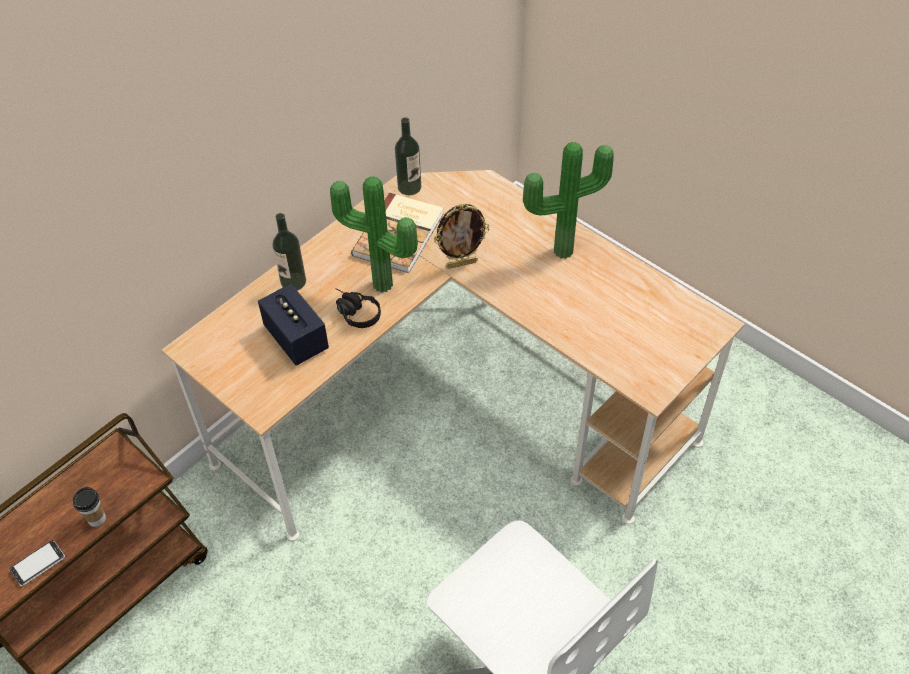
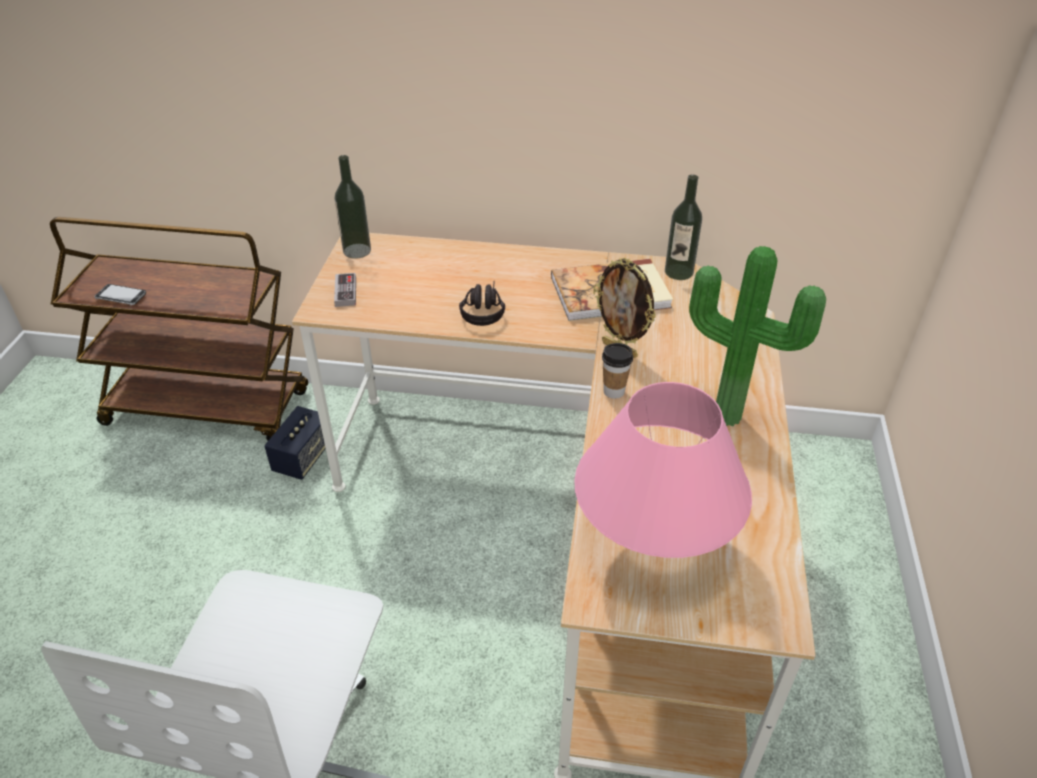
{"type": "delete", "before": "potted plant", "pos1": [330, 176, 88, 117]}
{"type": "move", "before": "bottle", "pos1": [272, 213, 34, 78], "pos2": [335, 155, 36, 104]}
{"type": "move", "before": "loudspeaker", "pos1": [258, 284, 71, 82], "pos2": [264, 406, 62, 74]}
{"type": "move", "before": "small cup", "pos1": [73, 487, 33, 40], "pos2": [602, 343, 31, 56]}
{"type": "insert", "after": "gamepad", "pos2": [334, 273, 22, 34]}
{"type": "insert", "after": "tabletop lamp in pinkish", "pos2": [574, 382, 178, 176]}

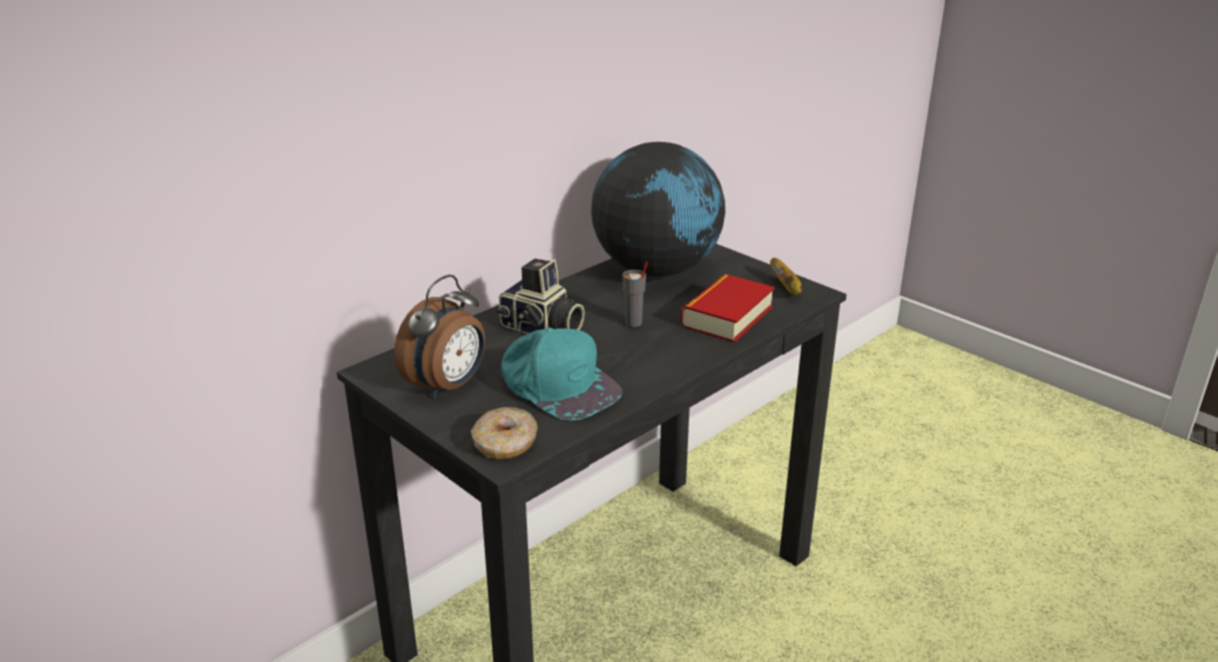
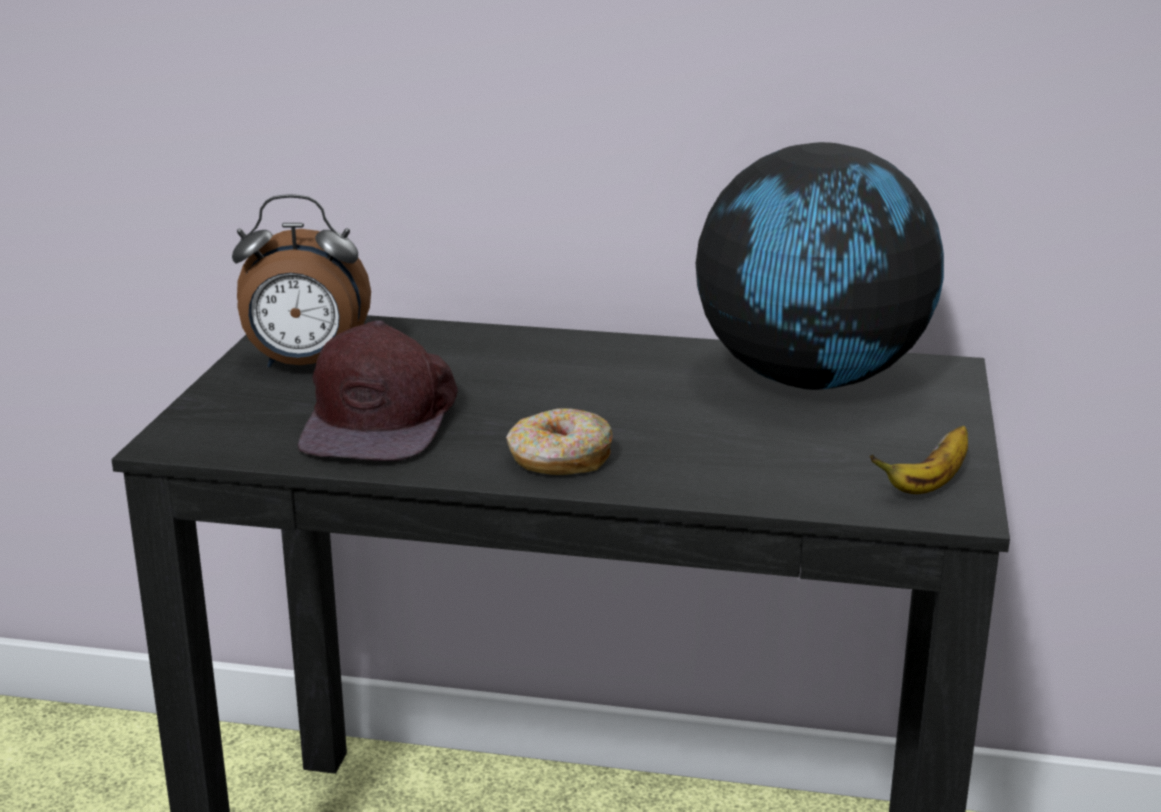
{"type": "delete", "before": "photo camera", "pos1": [496, 259, 89, 75]}
{"type": "delete", "before": "small cup in greyish", "pos1": [622, 262, 26, 65]}
{"type": "delete", "before": "book", "pos1": [681, 274, 94, 69]}
{"type": "recolor", "before": "baseball cap in blue-green", "after": "baseball cap in brownish", "pos1": [501, 328, 122, 93], "pos2": [298, 320, 160, 141]}
{"type": "move", "before": "donut", "pos1": [471, 407, 66, 52], "pos2": [506, 409, 107, 66]}

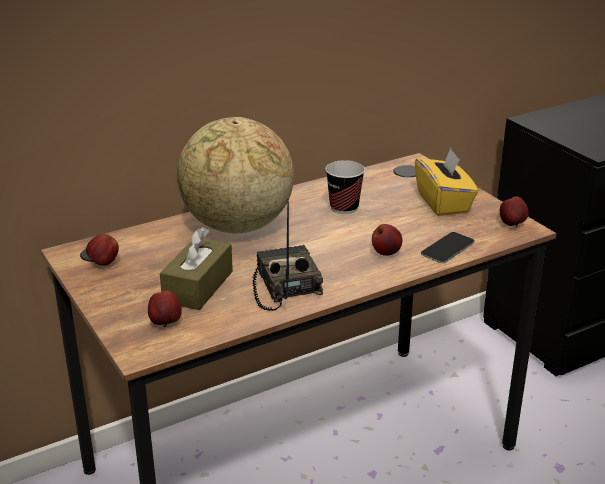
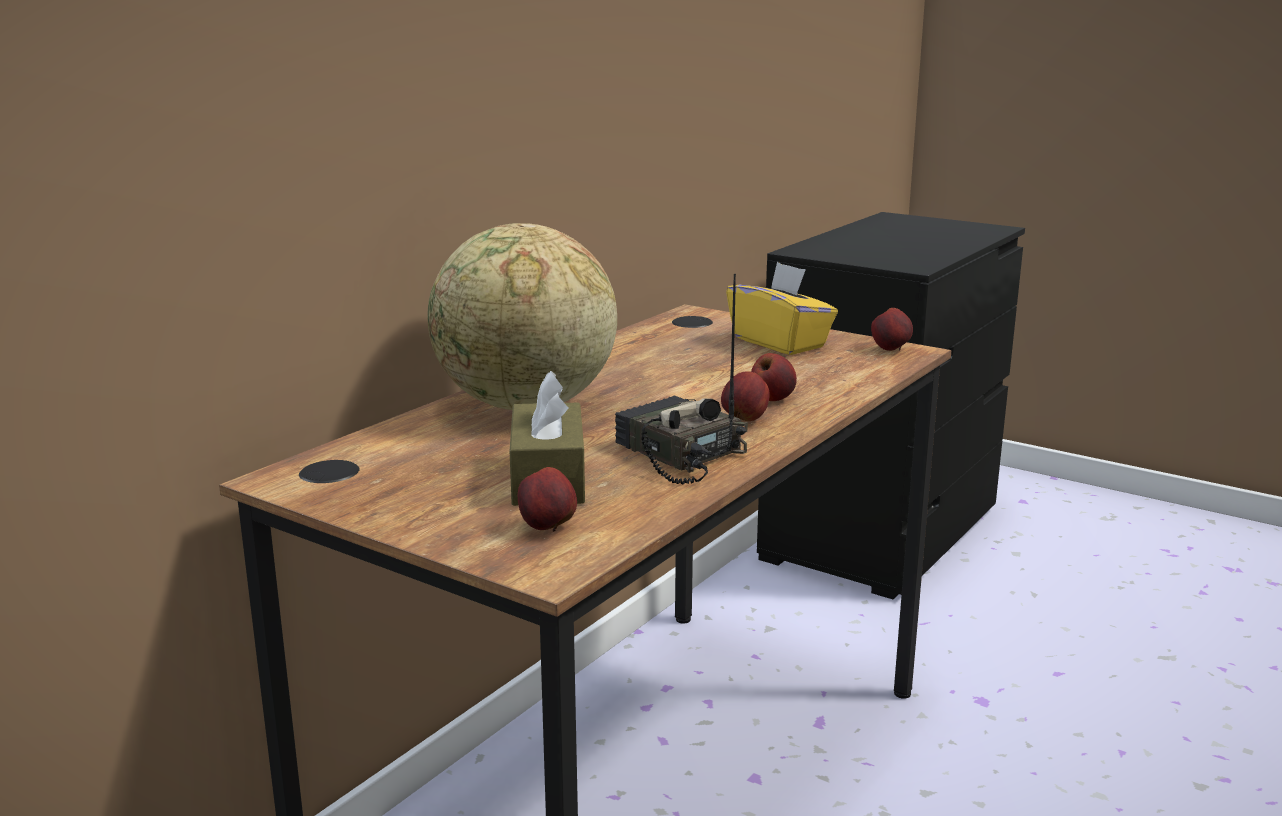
{"type": "delete", "before": "small cup", "pos1": [325, 160, 40, 54]}
{"type": "delete", "before": "handset", "pos1": [421, 232, 53, 31]}
{"type": "move", "before": "apple fruit", "pos1": [86, 234, 33, 32], "pos2": [721, 371, 49, 50]}

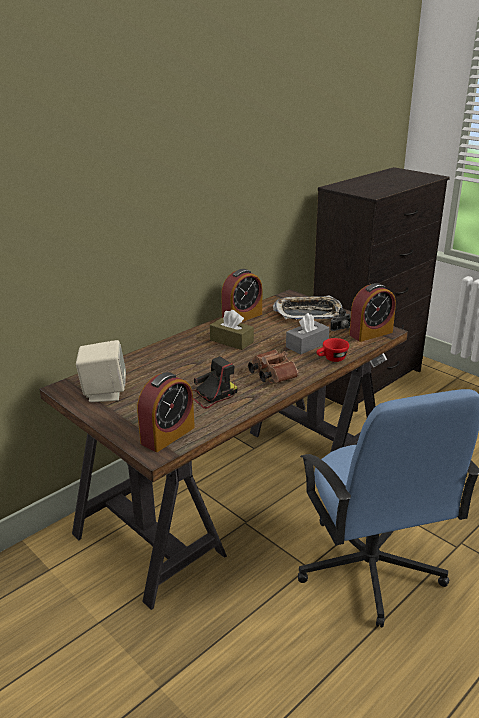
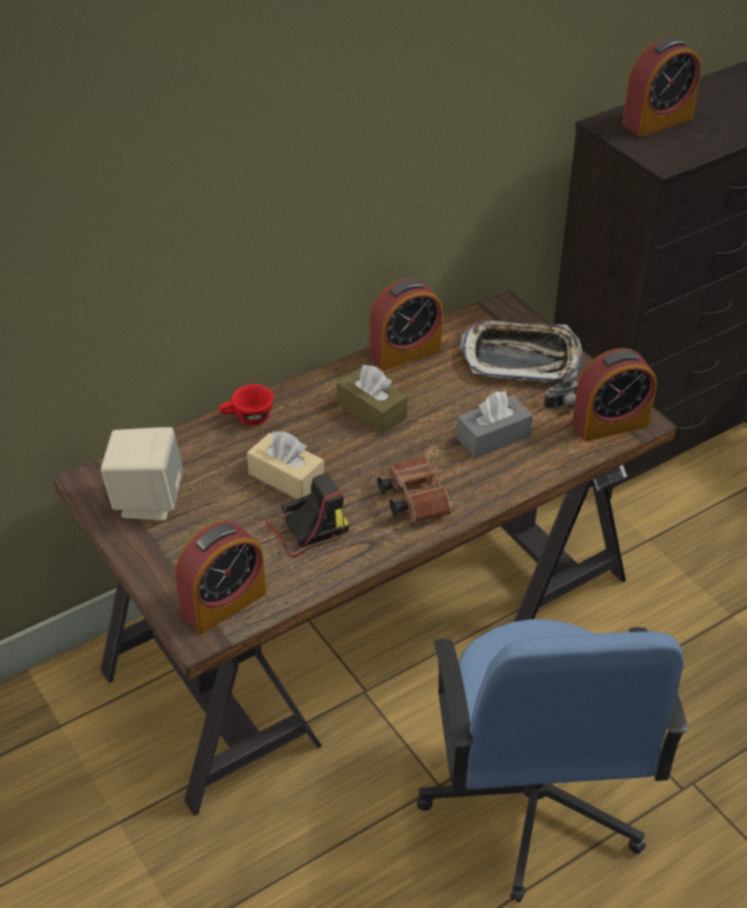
{"type": "move", "before": "small cup in red-coloured", "pos1": [316, 338, 33, 24], "pos2": [220, 384, 54, 41]}
{"type": "insert", "after": "table clock", "pos2": [622, 38, 79, 99]}
{"type": "insert", "after": "box of tissues in beige-coloured", "pos2": [247, 431, 77, 68]}

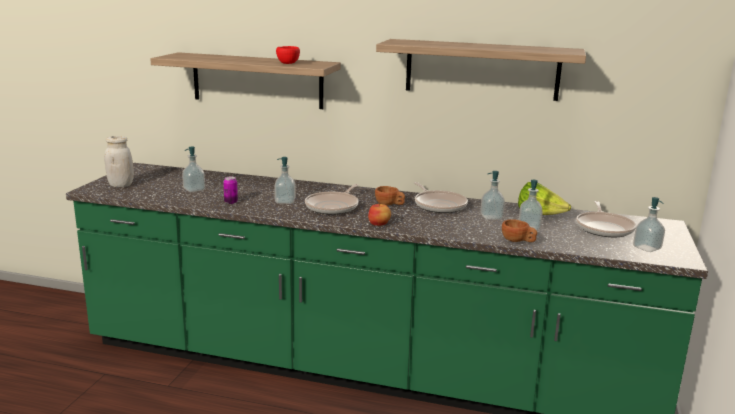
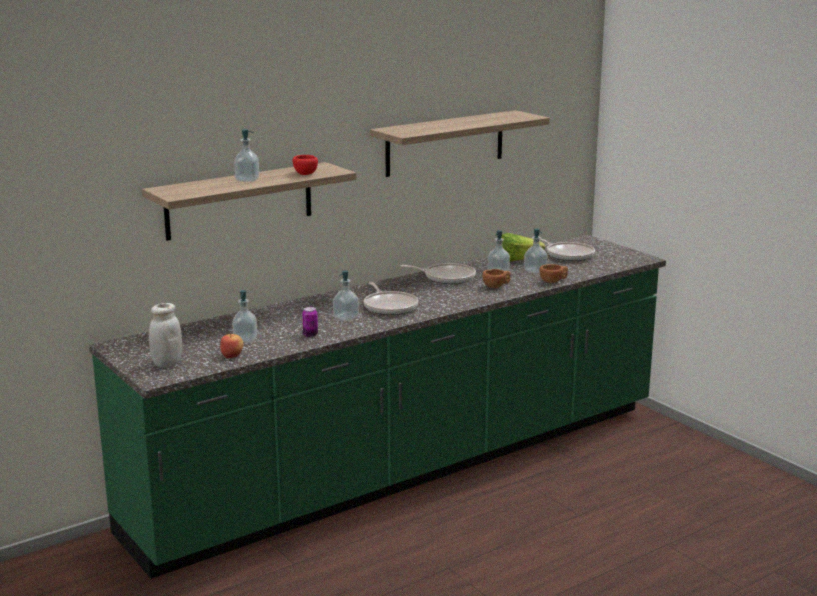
{"type": "move", "before": "small cup in brownish", "pos1": [375, 186, 30, 19], "pos2": [482, 269, 29, 19]}
{"type": "move", "before": "liquid soap bottle", "pos1": [633, 197, 32, 55], "pos2": [234, 129, 25, 53]}
{"type": "move", "before": "apple fruit", "pos1": [368, 204, 23, 22], "pos2": [220, 334, 24, 24]}

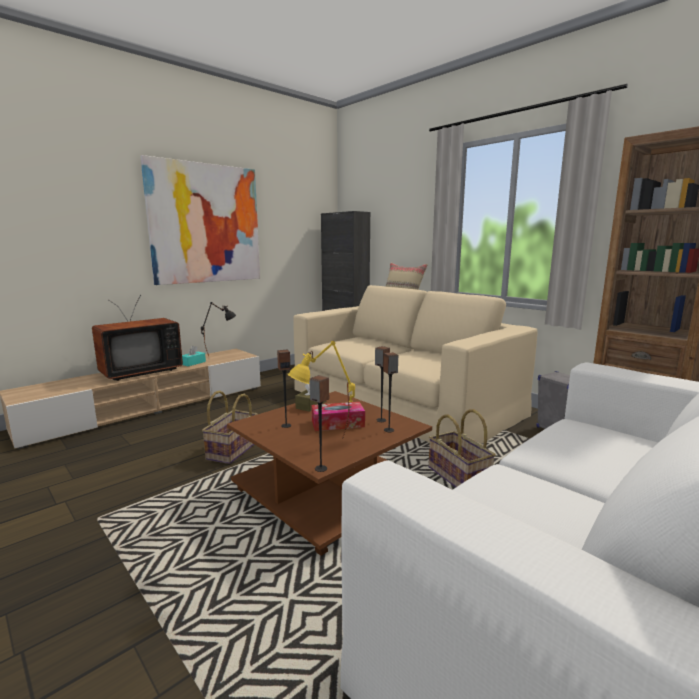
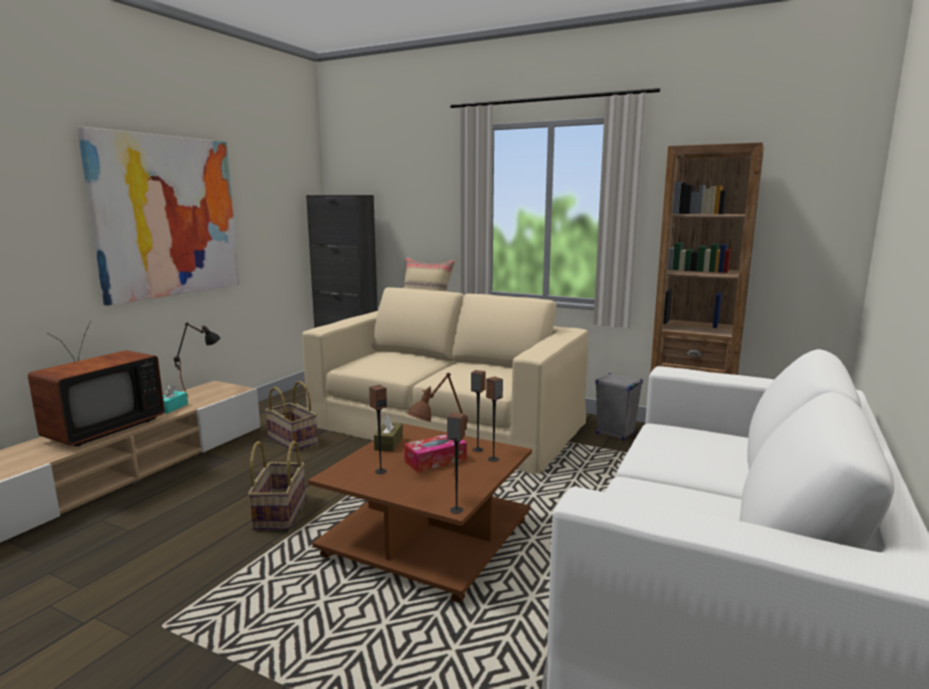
{"type": "recolor", "before": "tabletop lamp in yellowish", "after": "tabletop lamp in brownish", "pos1": [288, 341, 67, 97], "pos2": [407, 372, 61, 104]}
{"type": "move", "before": "household basket", "pos1": [429, 409, 67, 78], "pos2": [265, 381, 53, 70]}

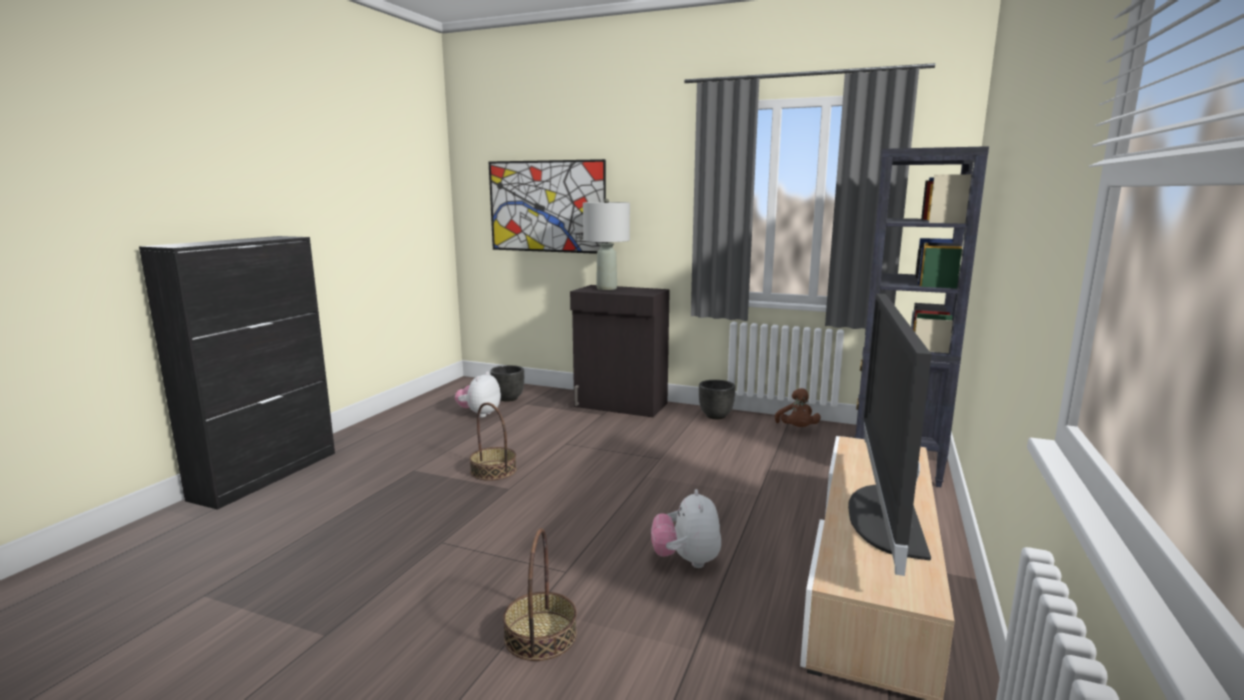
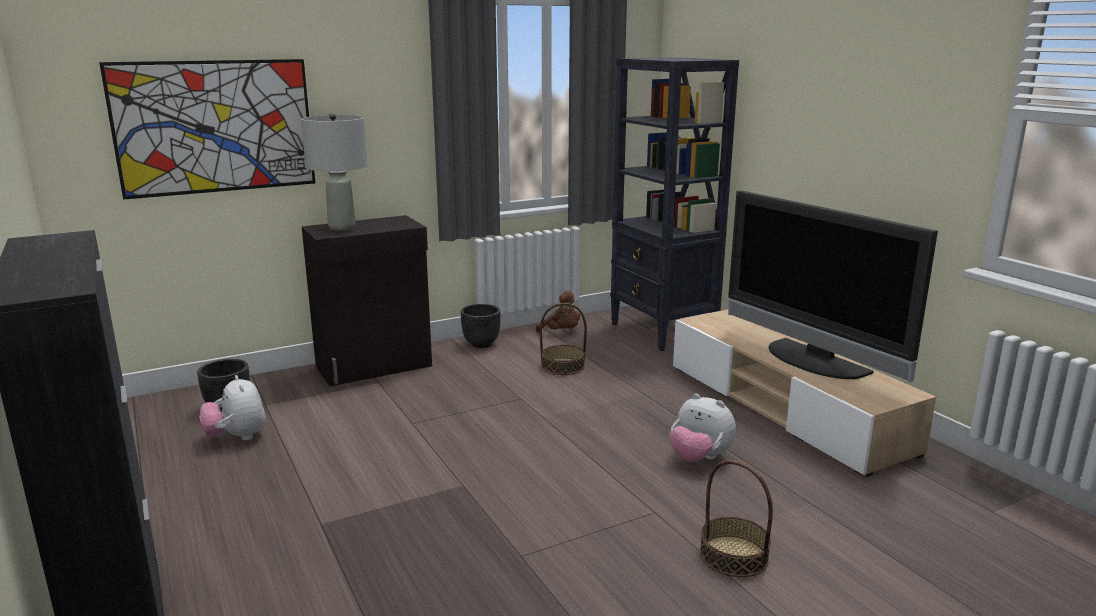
{"type": "move", "before": "household basket", "pos1": [469, 402, 48, 79], "pos2": [540, 303, 47, 72]}

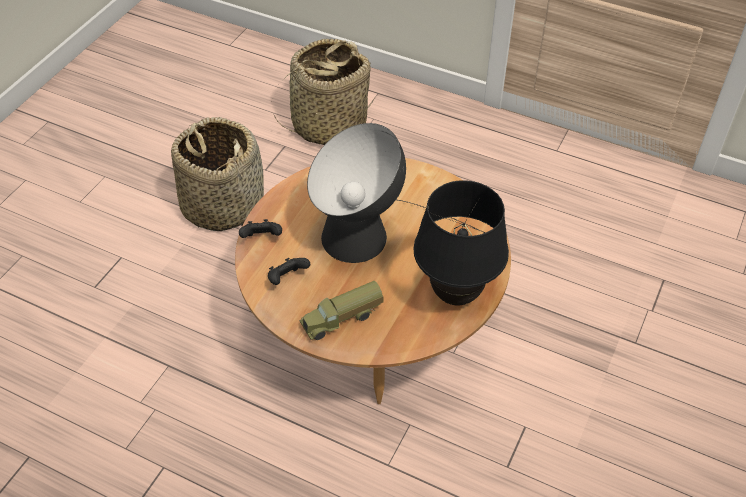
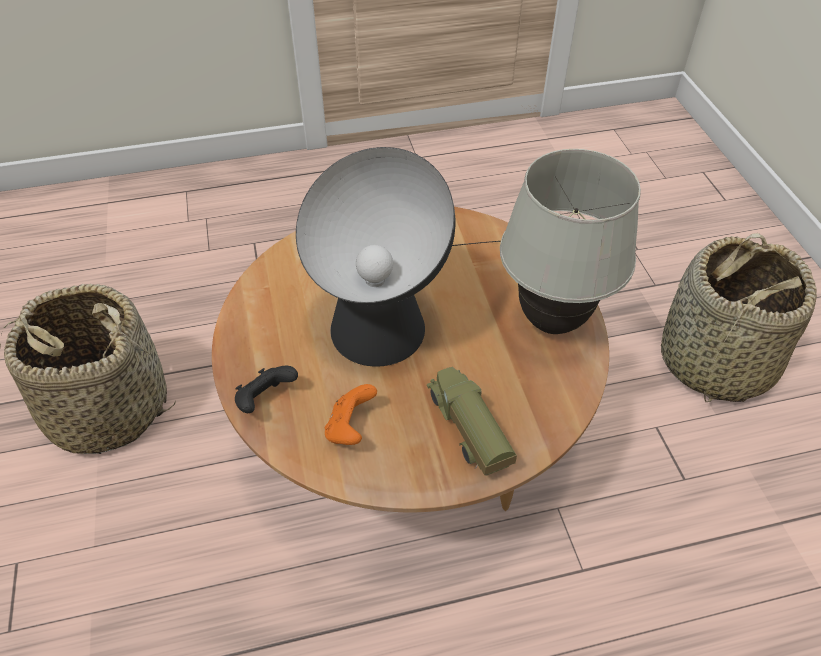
{"type": "move", "before": "household basket", "pos1": [274, 39, 101, 106], "pos2": [661, 233, 156, 169]}
{"type": "recolor", "before": "tabletop lamp in blackish", "after": "tabletop lamp in white-coloured", "pos1": [413, 180, 96, 125], "pos2": [500, 149, 141, 185]}
{"type": "recolor", "before": "gamepad in blackish", "after": "gamepad in orangey", "pos1": [268, 258, 42, 27], "pos2": [325, 384, 52, 61]}
{"type": "rotate", "before": "toy lorry", "pos1": [300, 281, 84, 59], "pos2": [427, 367, 90, 109], "turn": 135}

